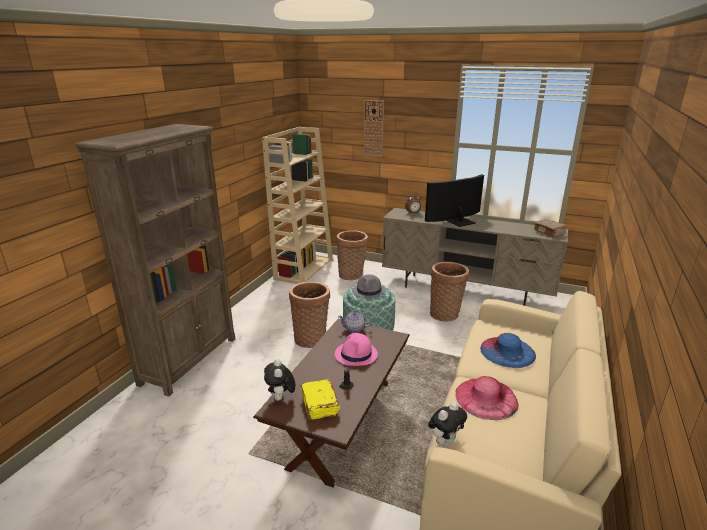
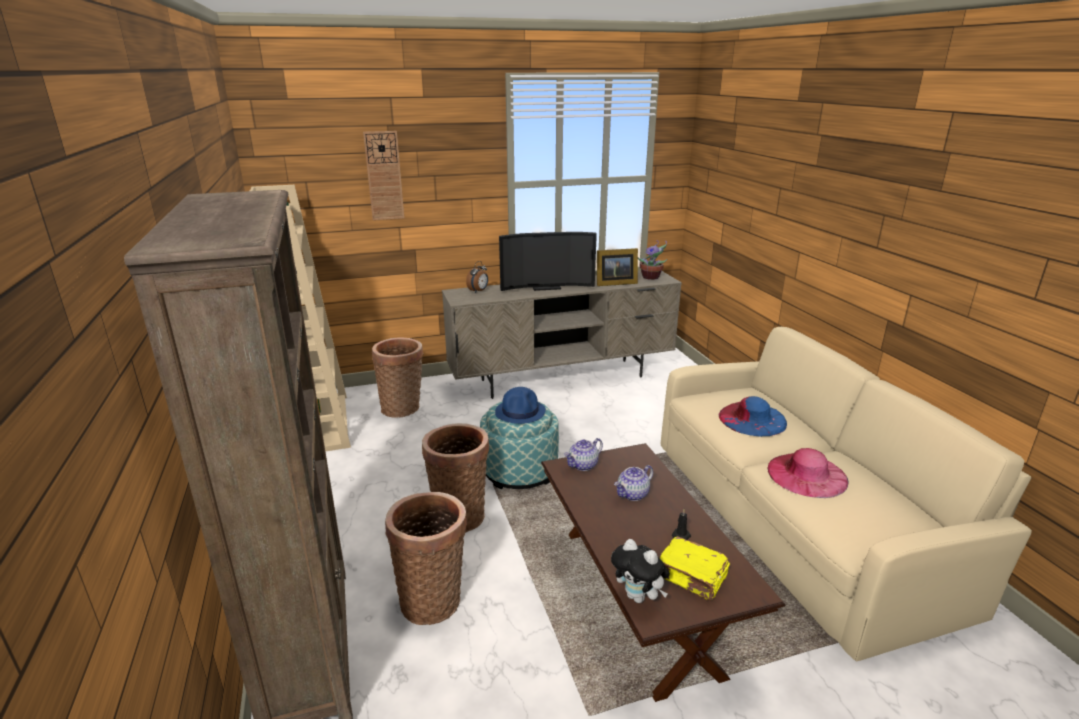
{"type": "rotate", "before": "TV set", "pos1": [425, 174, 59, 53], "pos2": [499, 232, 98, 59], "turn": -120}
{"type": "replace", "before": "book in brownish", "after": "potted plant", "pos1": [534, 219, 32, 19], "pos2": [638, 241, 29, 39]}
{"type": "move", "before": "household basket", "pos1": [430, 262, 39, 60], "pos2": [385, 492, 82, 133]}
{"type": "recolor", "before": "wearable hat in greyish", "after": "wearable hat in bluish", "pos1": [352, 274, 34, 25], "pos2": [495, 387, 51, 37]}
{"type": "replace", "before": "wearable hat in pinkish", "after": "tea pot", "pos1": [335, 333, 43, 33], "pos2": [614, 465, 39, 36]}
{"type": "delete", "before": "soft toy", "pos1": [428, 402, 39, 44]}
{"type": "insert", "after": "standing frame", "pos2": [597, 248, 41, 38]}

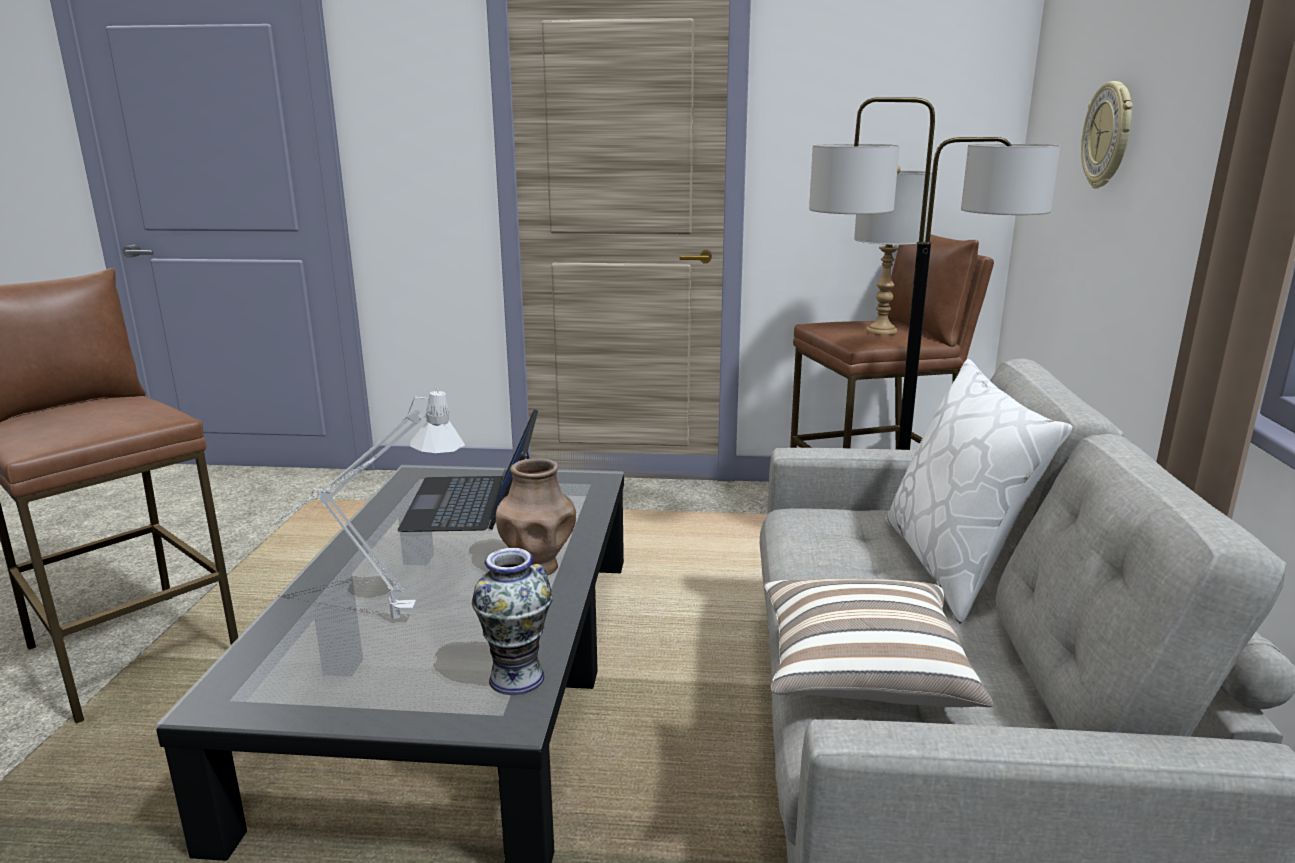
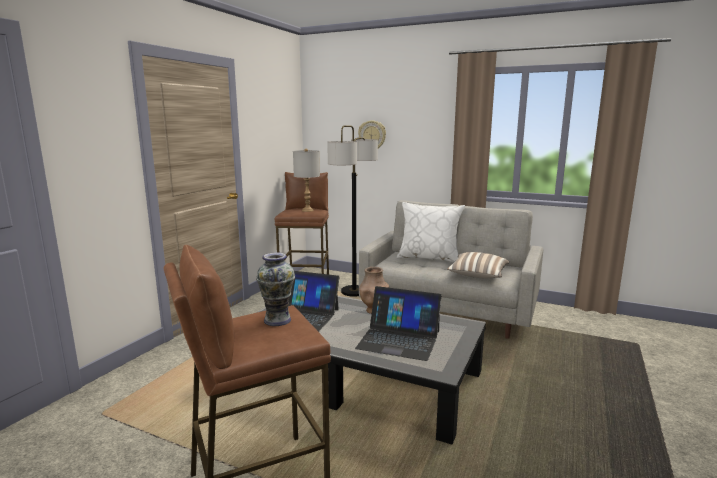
{"type": "replace", "before": "tabletop lamp in greyish", "after": "portable computer", "pos1": [274, 389, 191, 230], "pos2": [355, 286, 87, 75]}
{"type": "move", "before": "vase", "pos1": [472, 548, 81, 147], "pos2": [256, 252, 39, 74]}

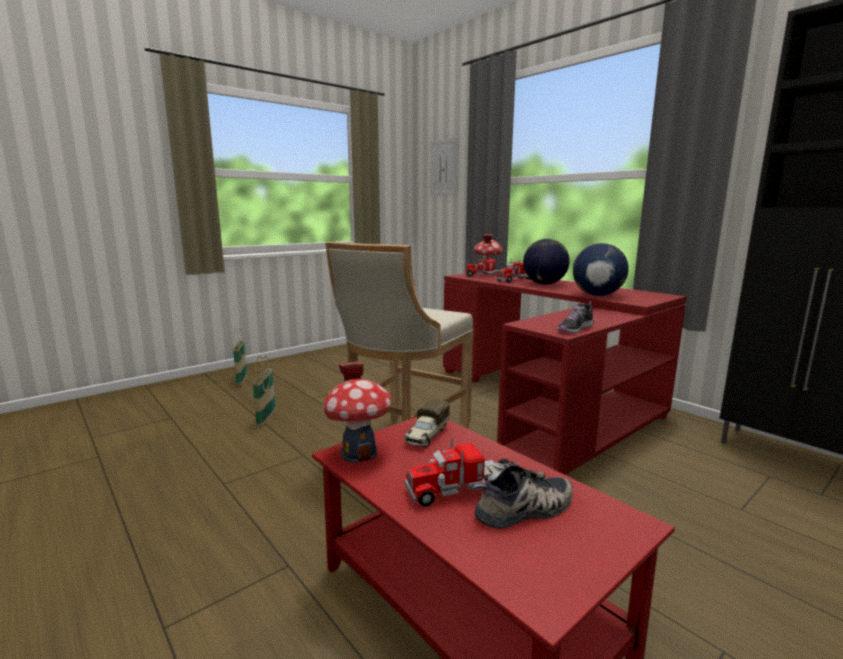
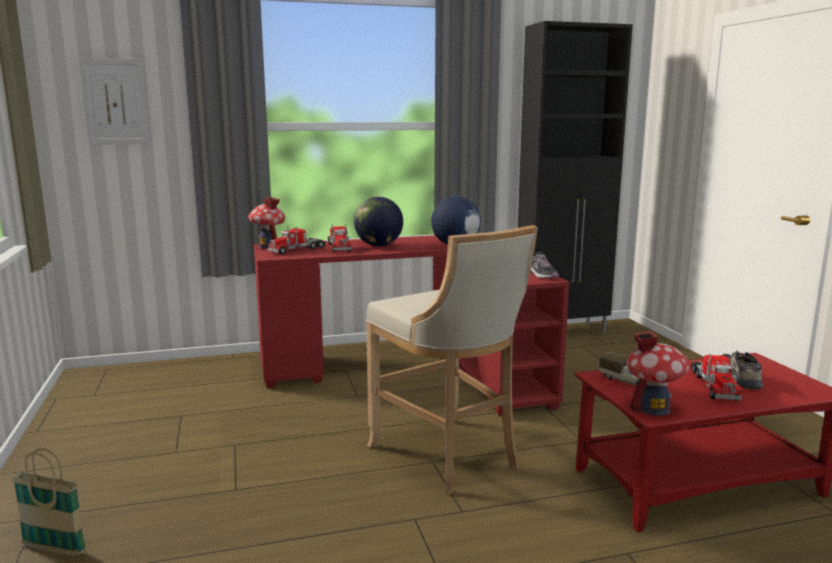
{"type": "delete", "before": "household basket", "pos1": [252, 356, 24, 70]}

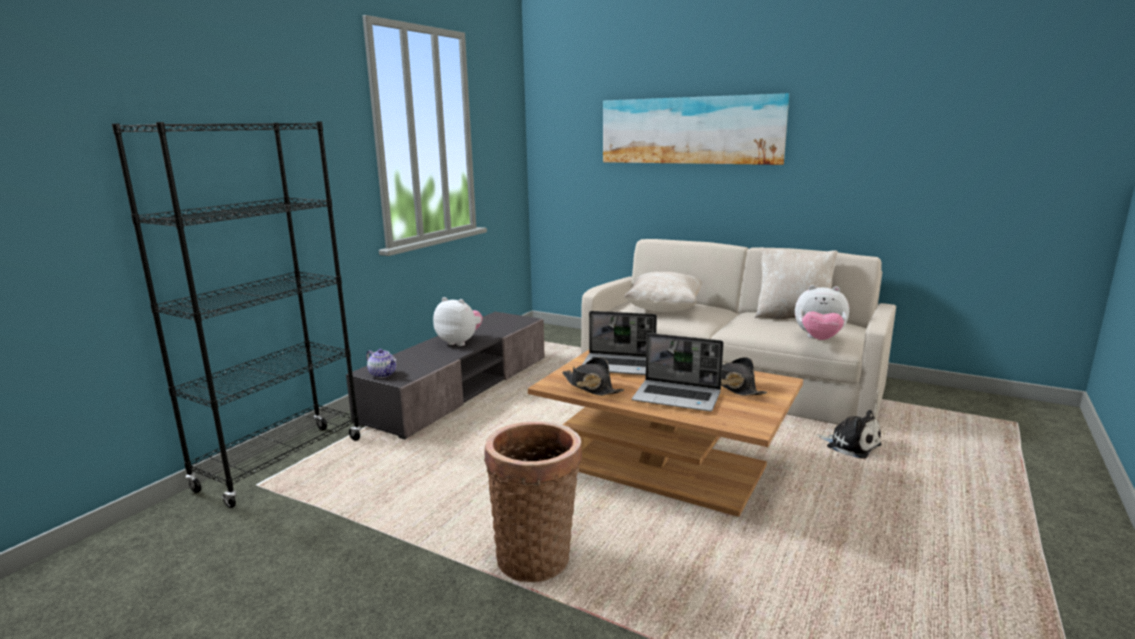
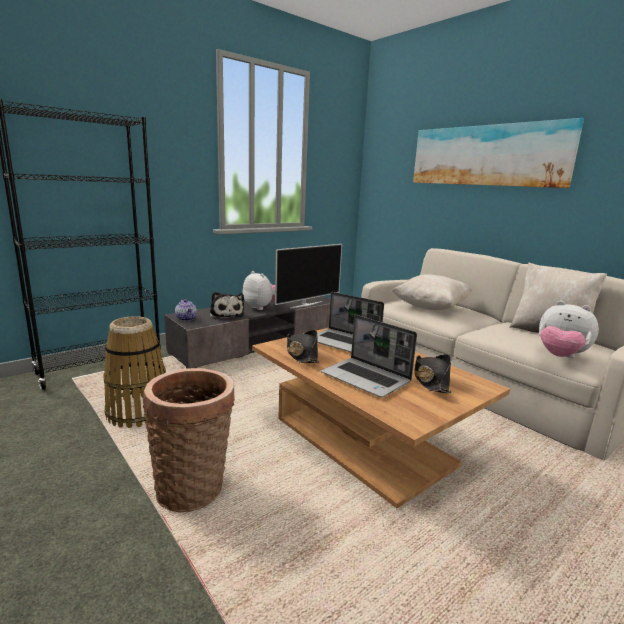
{"type": "move", "before": "soft toy", "pos1": [816, 410, 66, 49], "pos2": [210, 292, 34, 27]}
{"type": "insert", "after": "TV set", "pos2": [275, 244, 67, 64]}
{"type": "insert", "after": "household basket", "pos2": [104, 316, 62, 112]}

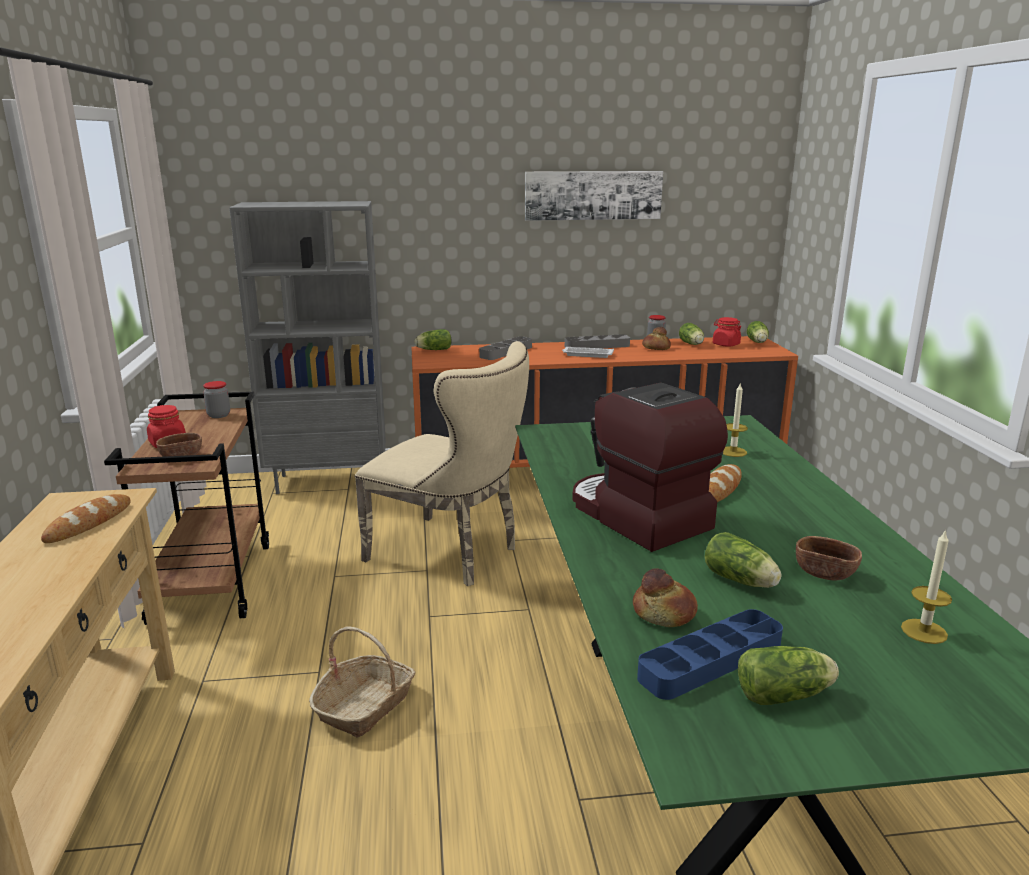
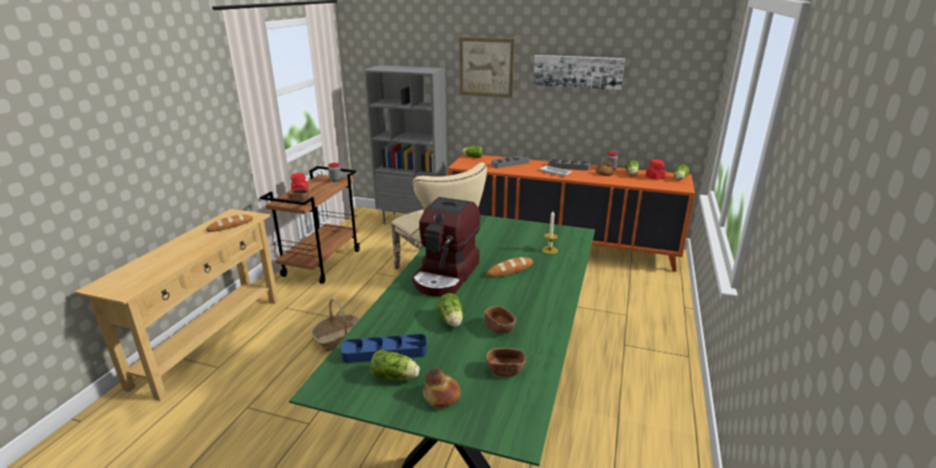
{"type": "rotate", "before": "coffee machine", "pos1": [572, 382, 156, 170], "pos2": [412, 197, 68, 99], "turn": -150}
{"type": "replace", "before": "candle", "after": "serving bowl in brownish", "pos1": [901, 529, 51, 115], "pos2": [486, 348, 40, 29]}
{"type": "move", "before": "bakery bread", "pos1": [633, 568, 65, 59], "pos2": [423, 368, 38, 40]}
{"type": "insert", "after": "wall picture", "pos2": [459, 37, 56, 61]}

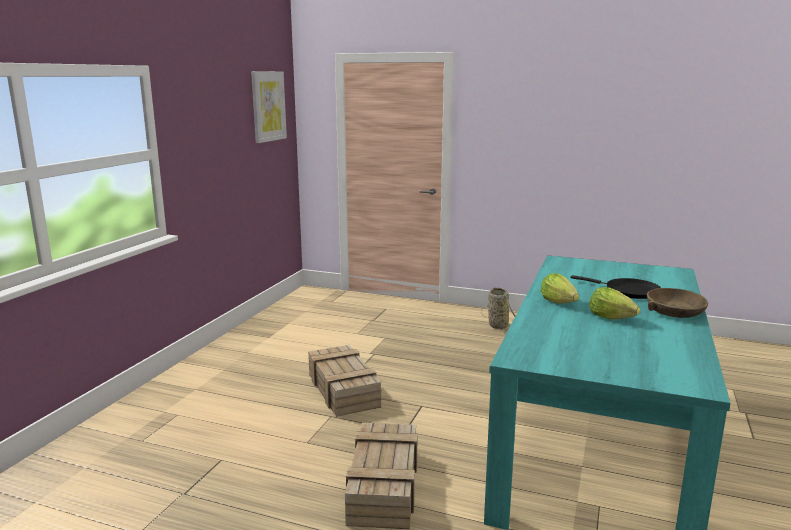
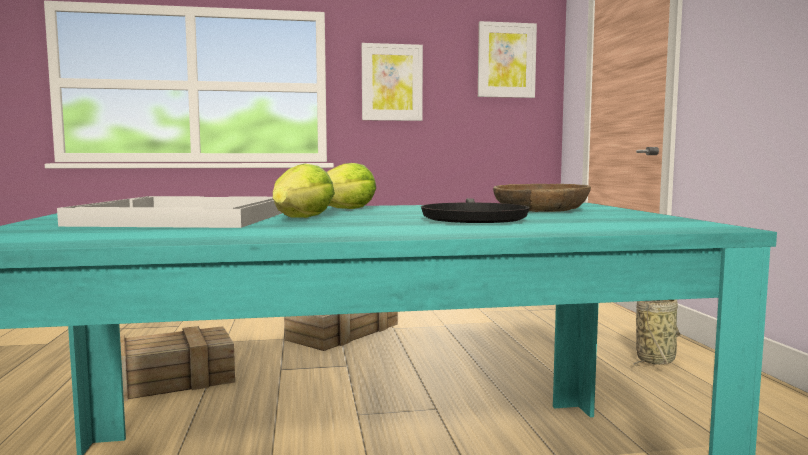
{"type": "move", "before": "serving bowl in brownish", "pos1": [647, 288, 61, 30], "pos2": [493, 184, 98, 28]}
{"type": "insert", "after": "wall picture", "pos2": [362, 43, 61, 78]}
{"type": "insert", "after": "serving tray in white-coloured", "pos2": [57, 196, 225, 32]}

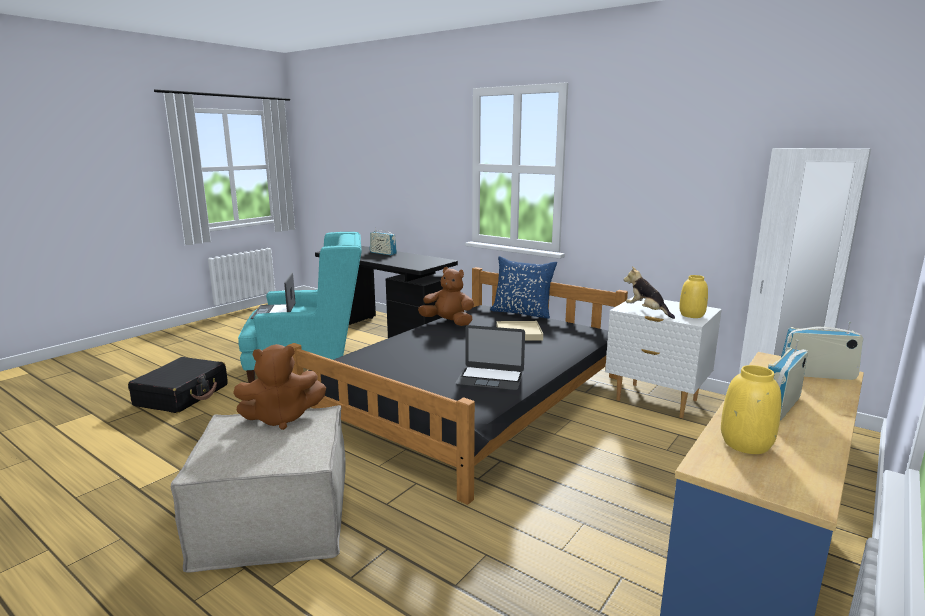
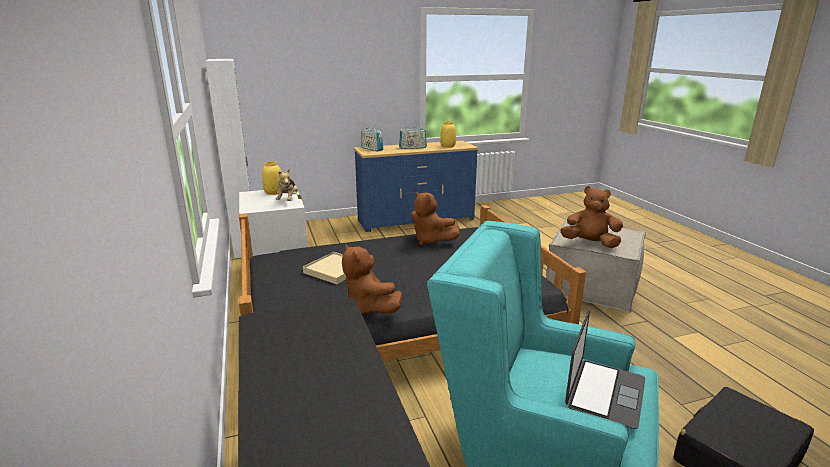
{"type": "delete", "before": "radio", "pos1": [370, 227, 27, 28]}
{"type": "delete", "before": "pillow in bluish", "pos1": [490, 256, 67, 63]}
{"type": "replace", "before": "portable computer", "after": "soft toy in brownish", "pos1": [455, 325, 70, 66], "pos2": [411, 192, 49, 53]}

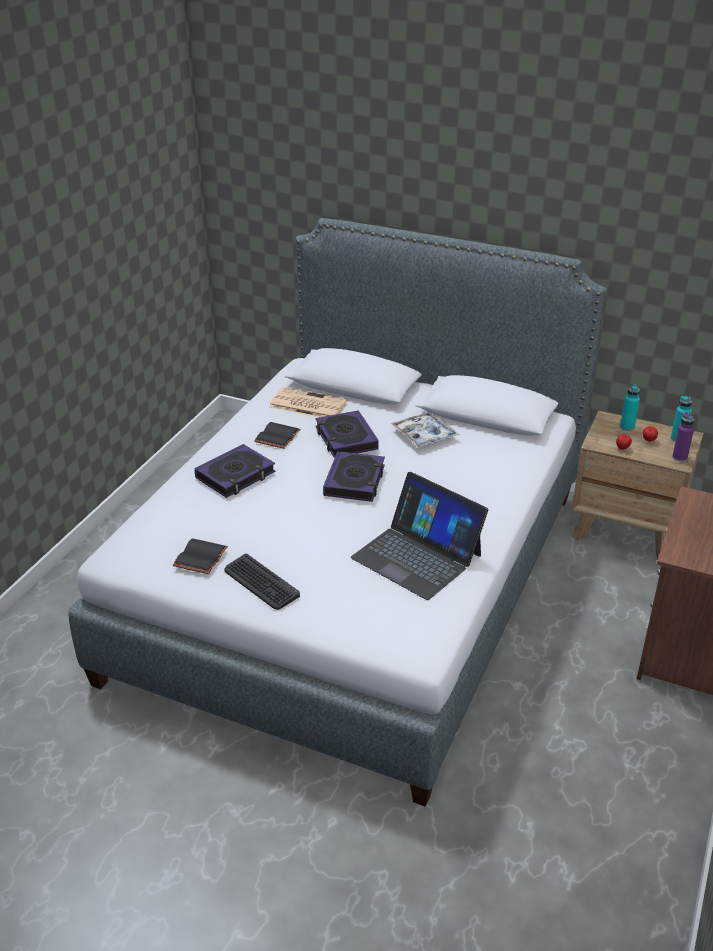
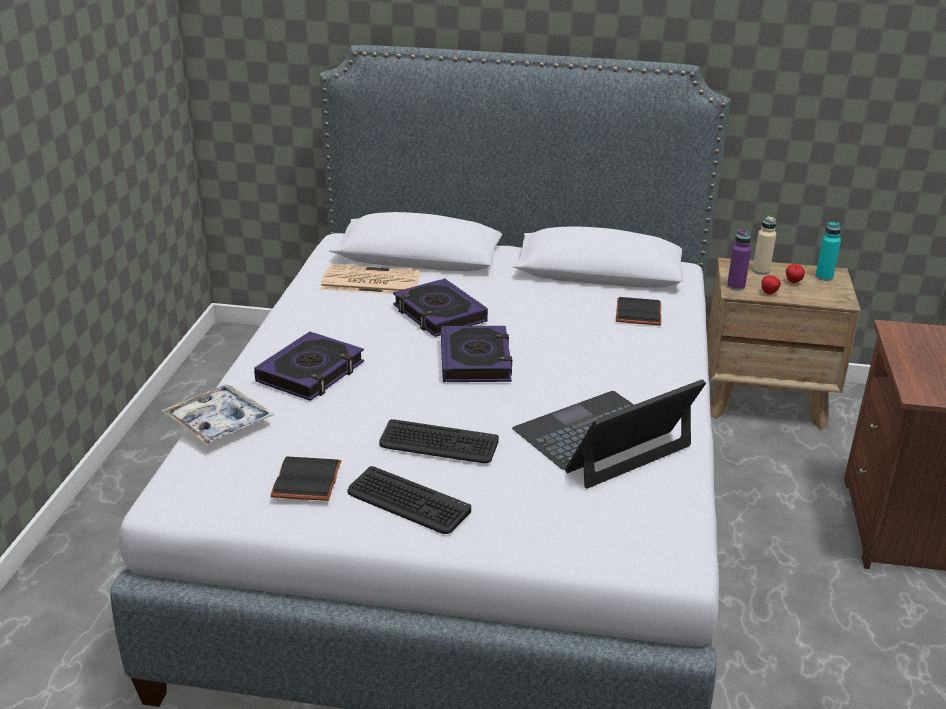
{"type": "recolor", "before": "bottle in blue-green", "after": "bottle in beige-coloured", "pos1": [620, 384, 20, 47], "pos2": [752, 216, 24, 59]}
{"type": "move", "before": "serving tray", "pos1": [391, 412, 69, 36], "pos2": [162, 385, 112, 60]}
{"type": "move", "before": "bottle in purplish", "pos1": [672, 413, 22, 49], "pos2": [727, 229, 24, 62]}
{"type": "move", "before": "book in blackish", "pos1": [254, 422, 47, 27], "pos2": [616, 297, 45, 28]}
{"type": "rotate", "before": "portable computer", "pos1": [351, 472, 137, 128], "pos2": [512, 379, 194, 110], "turn": 120}
{"type": "insert", "after": "computer keyboard", "pos2": [379, 419, 120, 44]}

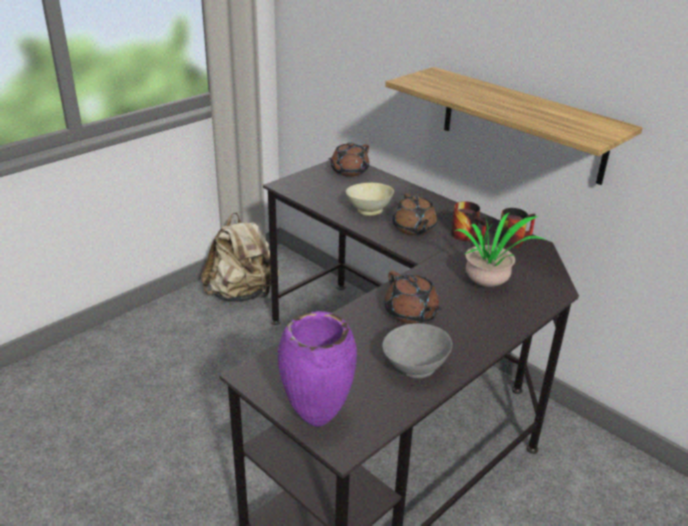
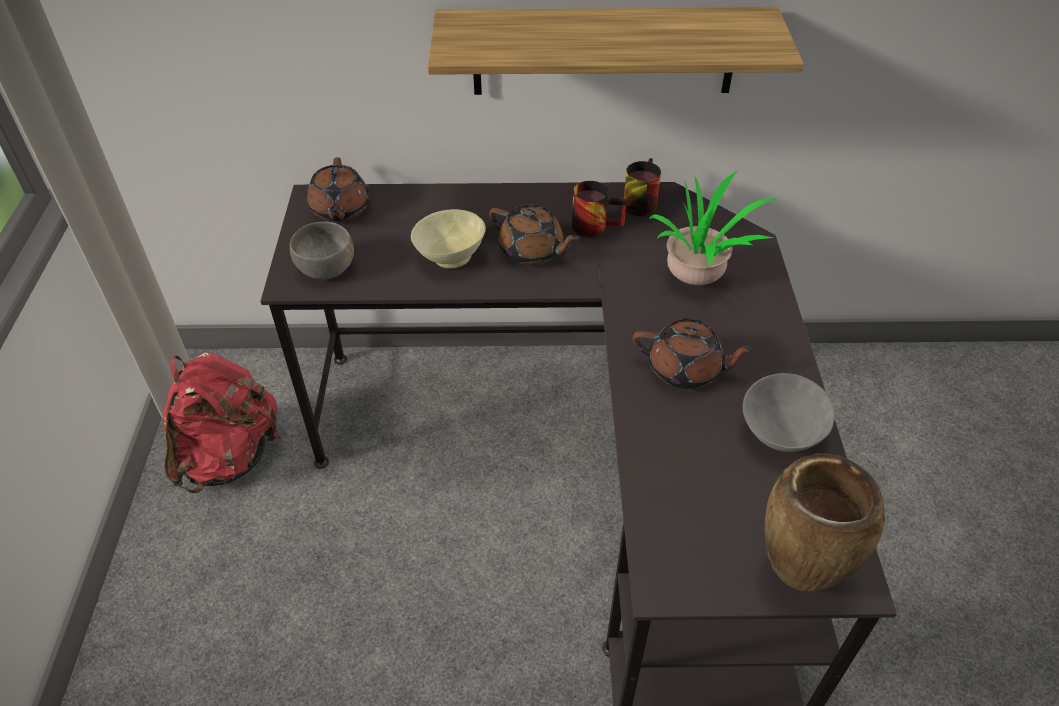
{"type": "recolor", "before": "backpack in beige-coloured", "after": "backpack in red-coloured", "pos1": [201, 212, 79, 90], "pos2": [163, 353, 118, 140]}
{"type": "recolor", "before": "vase in purplish", "after": "vase in brownish", "pos1": [278, 311, 79, 116], "pos2": [765, 454, 120, 138]}
{"type": "insert", "after": "serving bowl in greyish", "pos2": [289, 222, 65, 57]}

